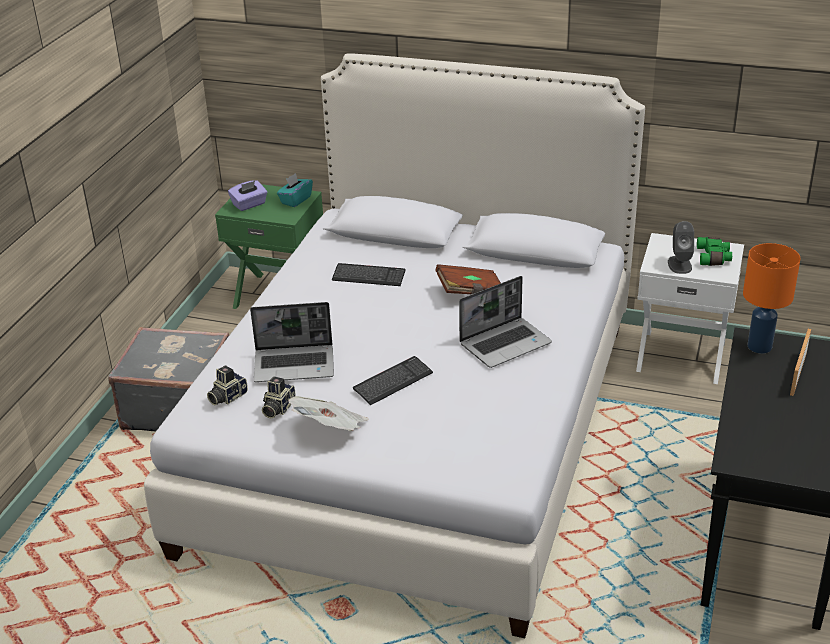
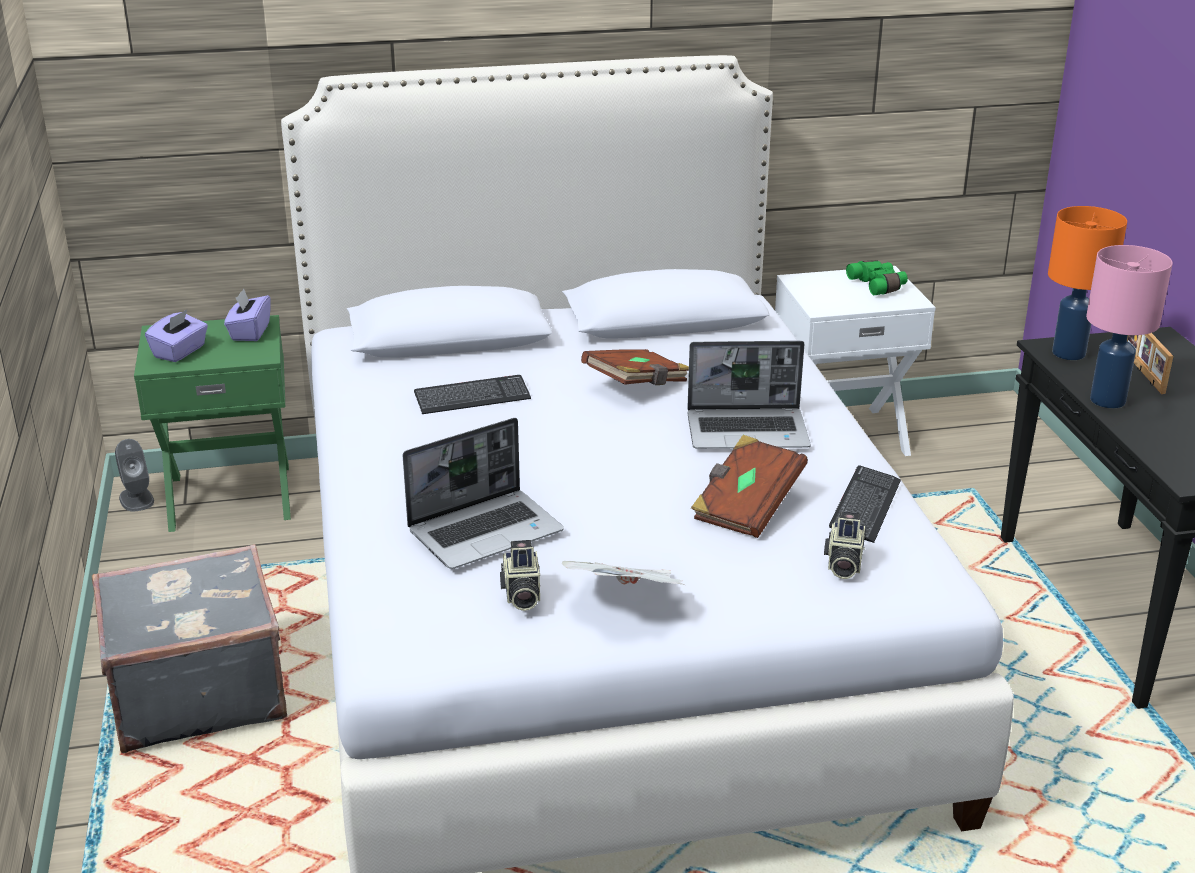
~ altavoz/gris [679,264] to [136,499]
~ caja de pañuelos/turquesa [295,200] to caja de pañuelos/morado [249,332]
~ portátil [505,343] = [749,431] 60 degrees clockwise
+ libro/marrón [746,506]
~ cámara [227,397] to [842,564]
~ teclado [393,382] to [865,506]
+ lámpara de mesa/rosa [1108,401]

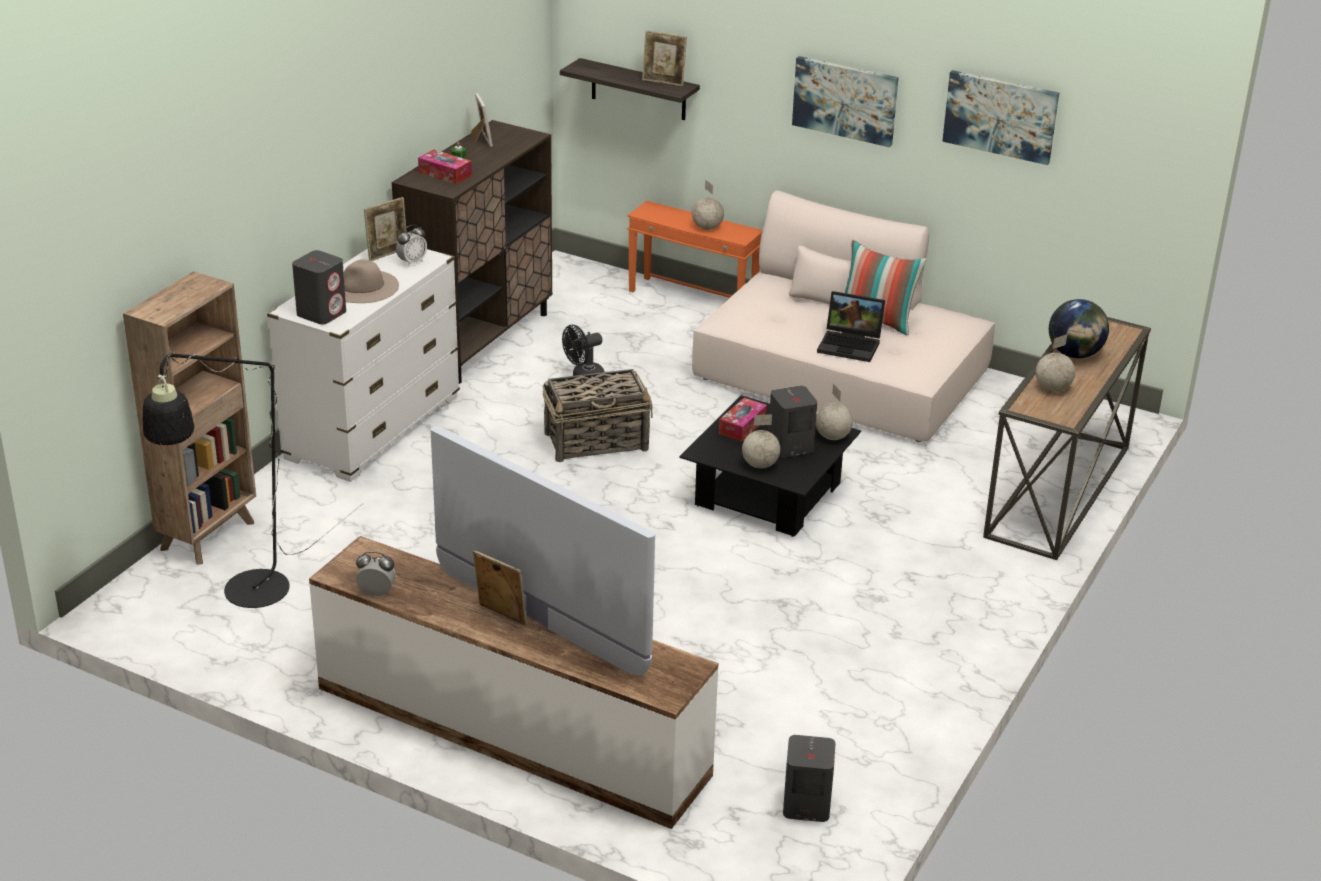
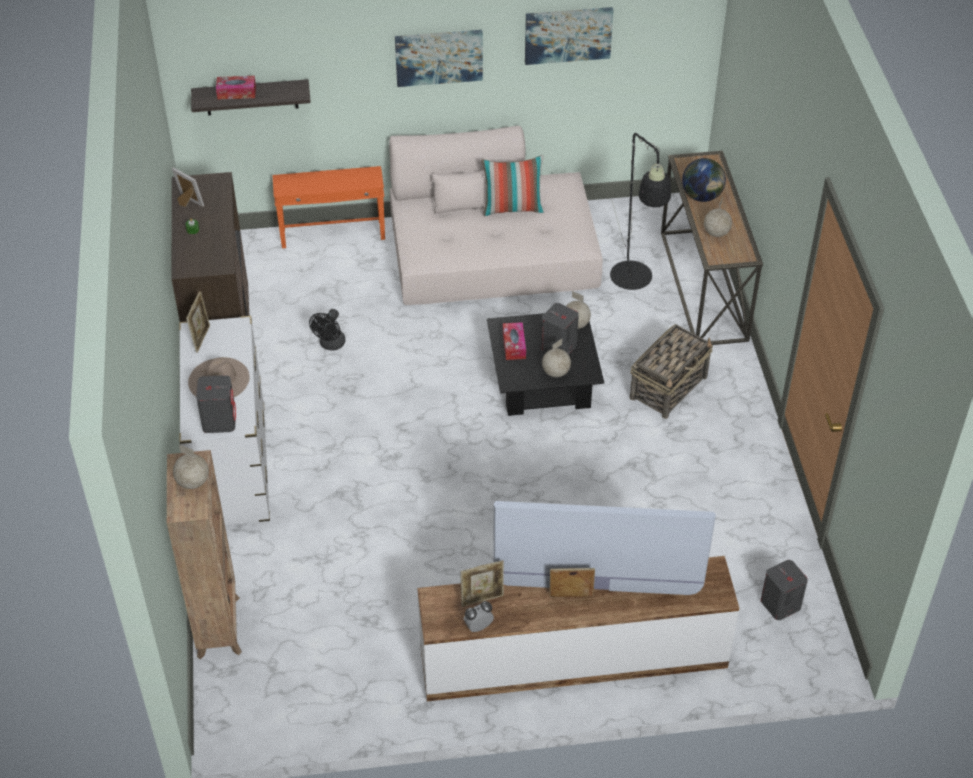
~ globo terráqueo [707,228] to [193,482]
~ caja de pañuelos [445,174] to [236,92]
~ portarretratos [663,82] to [482,599]
~ lámpara de pie/negro [246,598] to [633,283]
~ cesta [597,441] to [669,387]
- despertador [412,262]
- portátil [851,345]

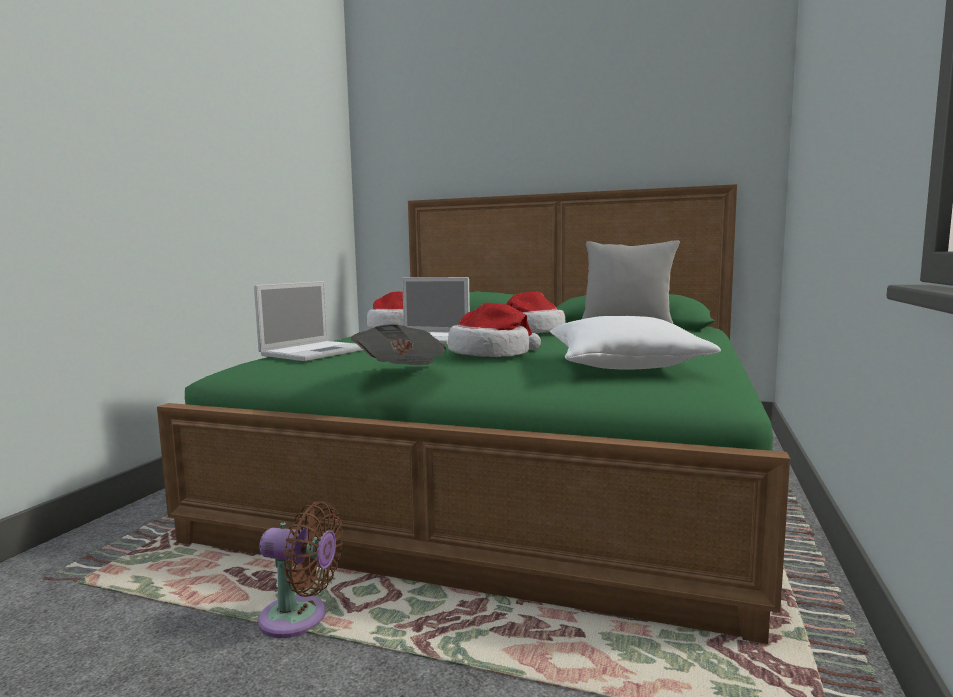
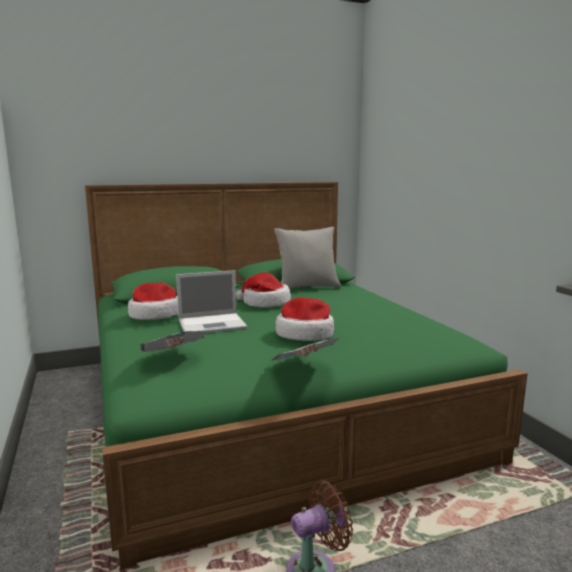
~ portátil [317,351] to periódico [172,359]
- cojín/blanco [625,366]

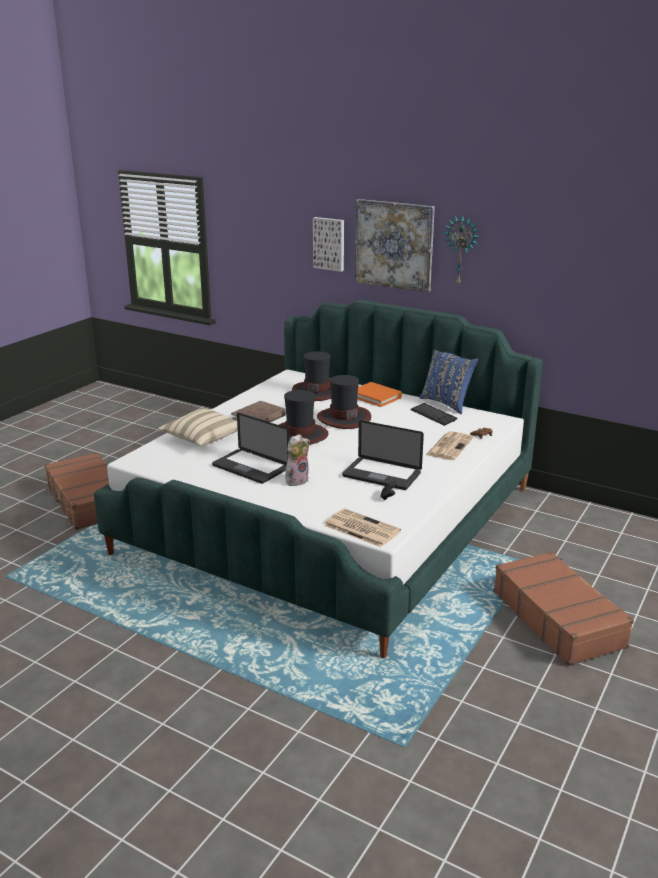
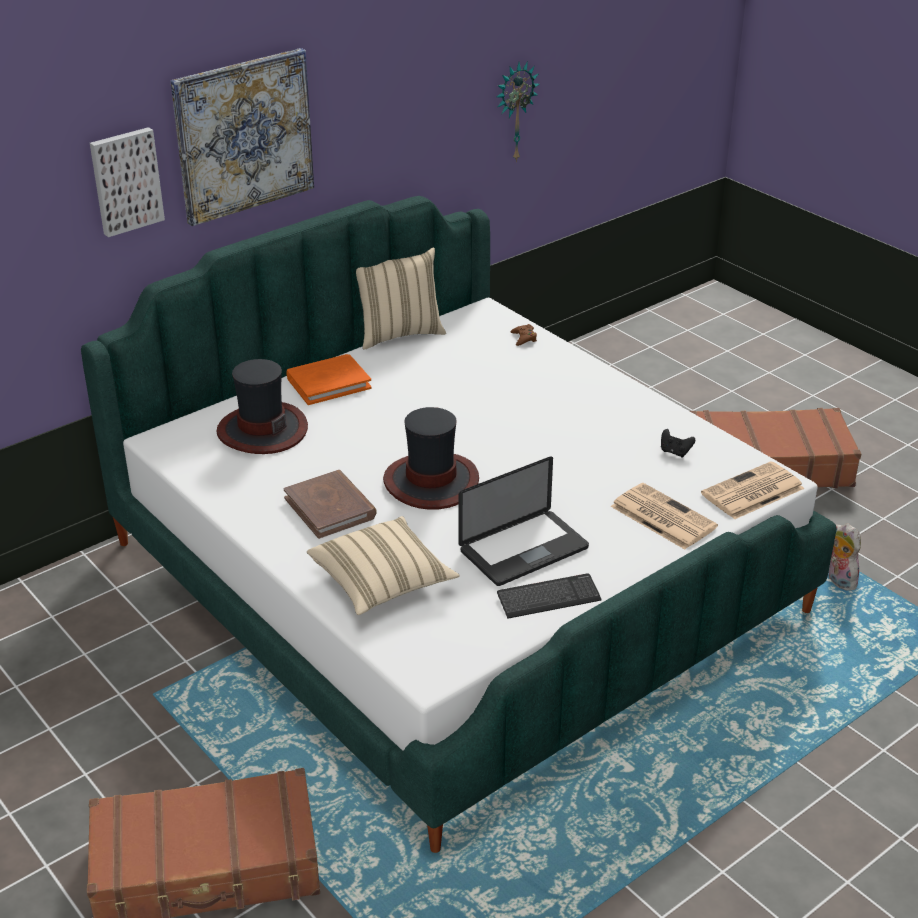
~ cojín/azul [447,403] to cojín/beis [399,334]
~ reloj de pared [461,250] to [514,111]
~ teclado [433,415] to [548,598]
~ periódico [449,446] to [661,516]
~ peluche [296,480] to [838,580]
- sombrero [343,418]
- portátil [381,475]

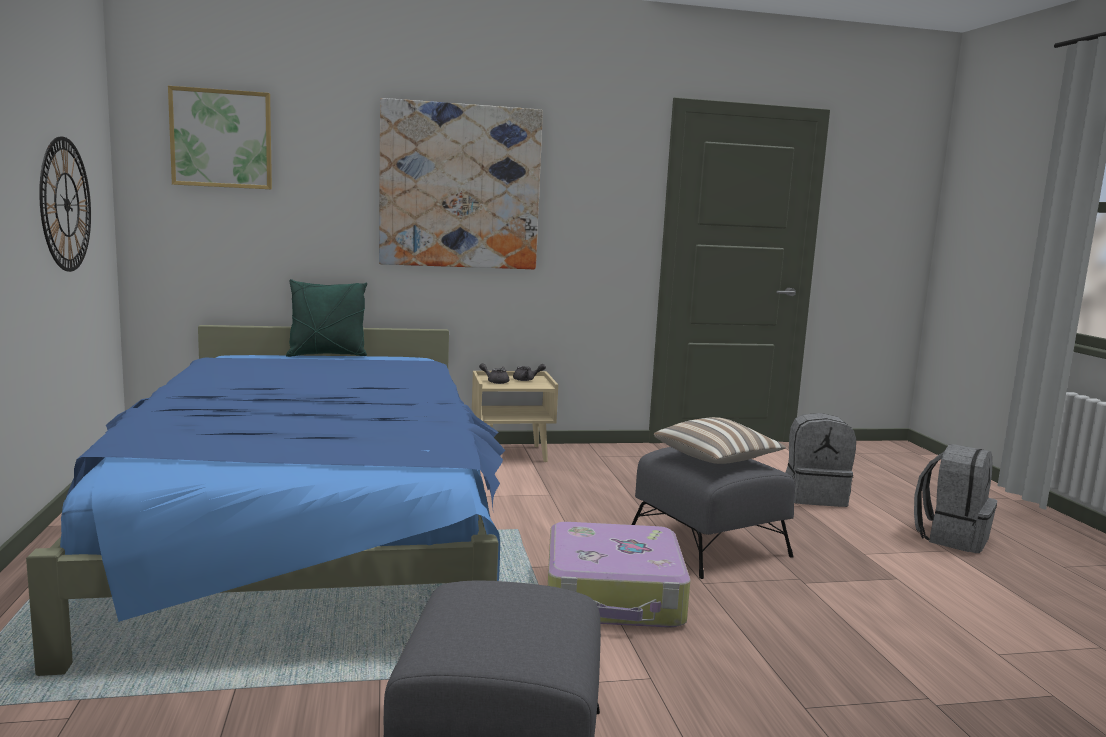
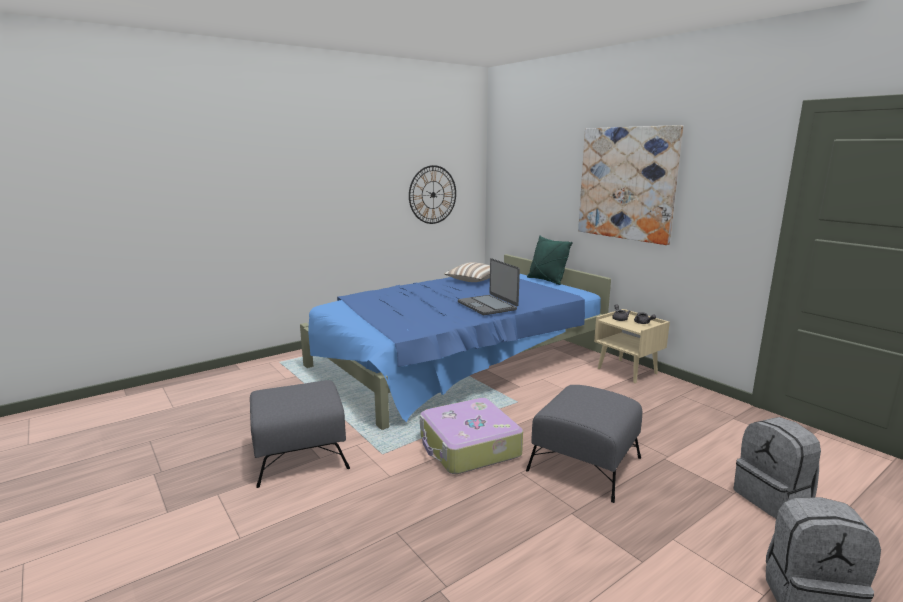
~ cojín [717,460] to [472,281]
+ portátil [487,306]
- cuadro [221,139]

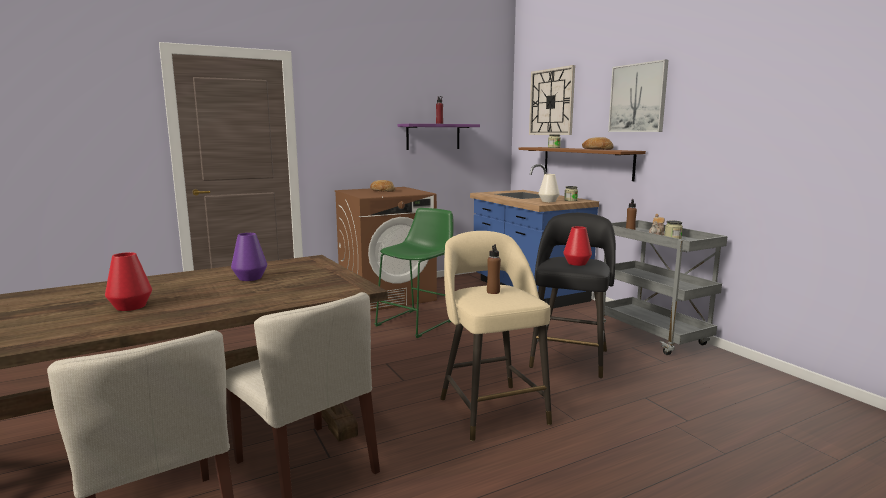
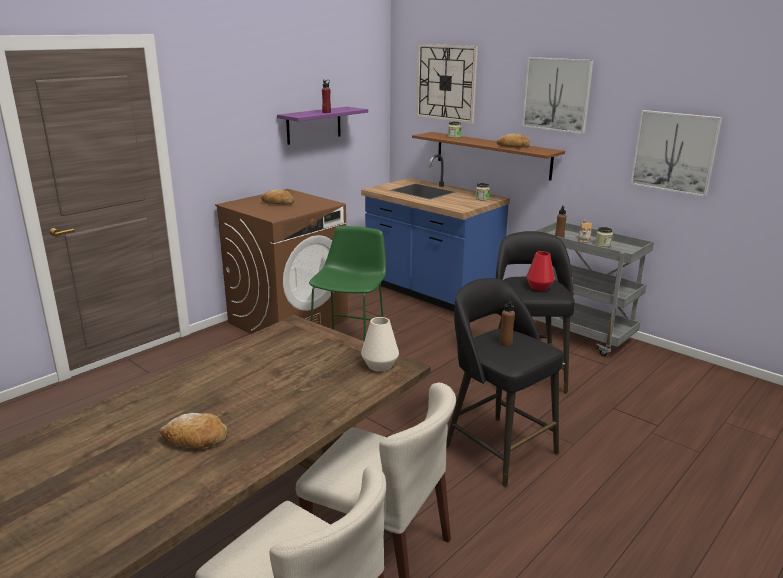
~ florero/rojo [130,307] to pan [195,440]
~ florero/blanco [548,201] to [380,365]
~ taburete/beis [492,409] to taburete/negro [498,448]
+ cuadro [674,152]
- florero/morado [250,278]

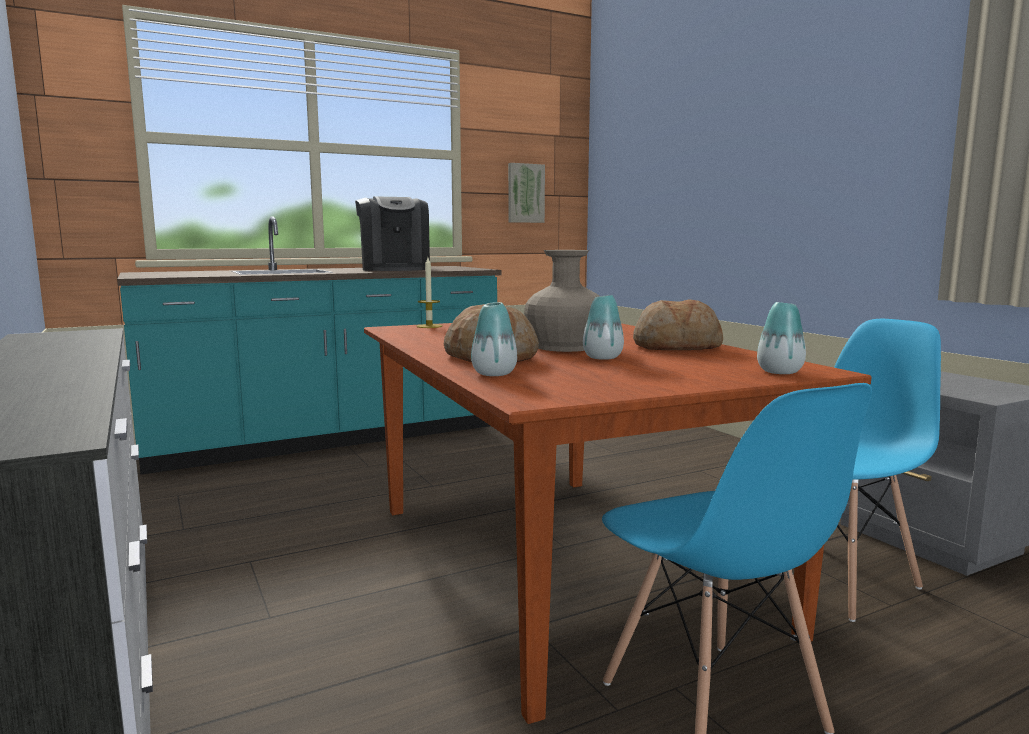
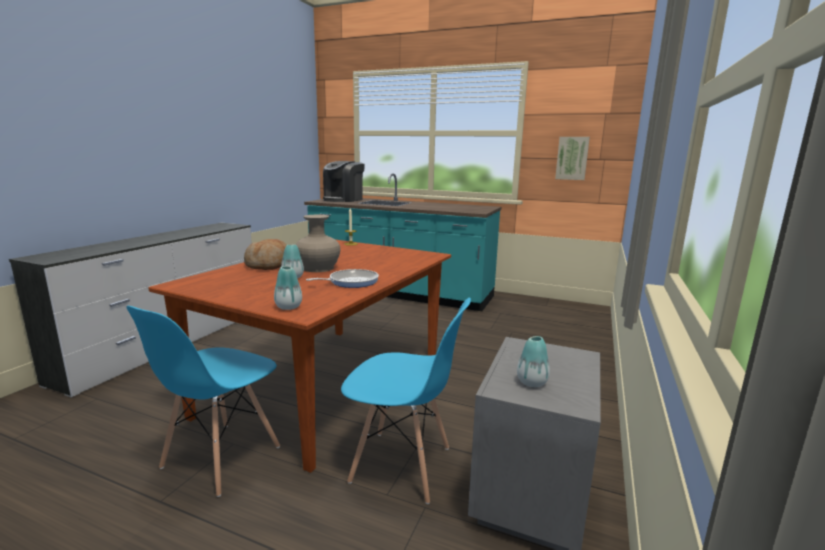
~ pan [676,347] to sartén [351,282]
~ cafetera [394,269] to [343,200]
~ florero [494,374] to [531,382]

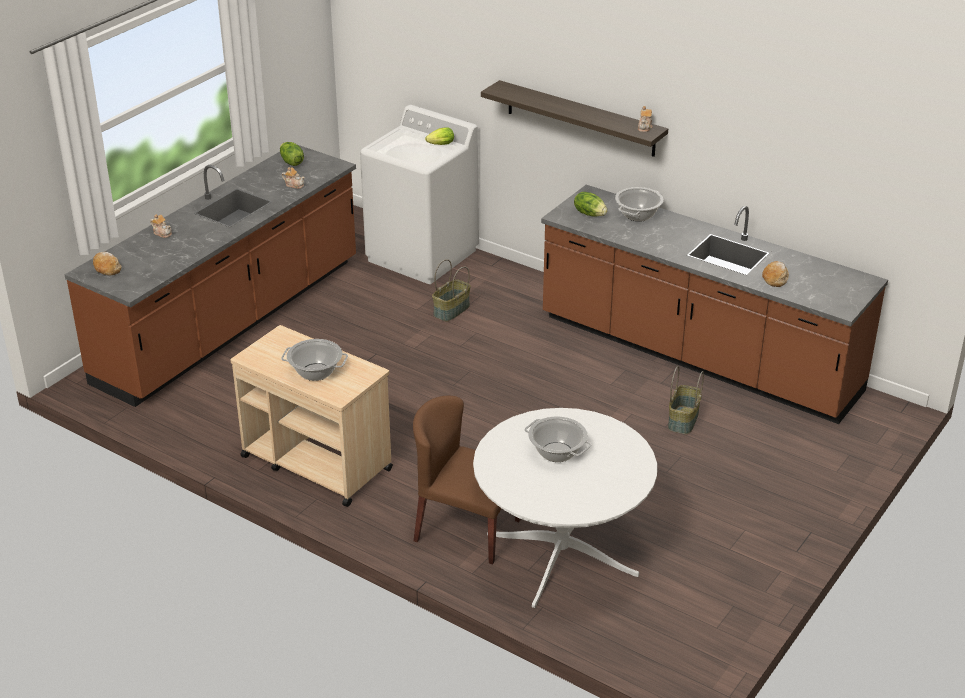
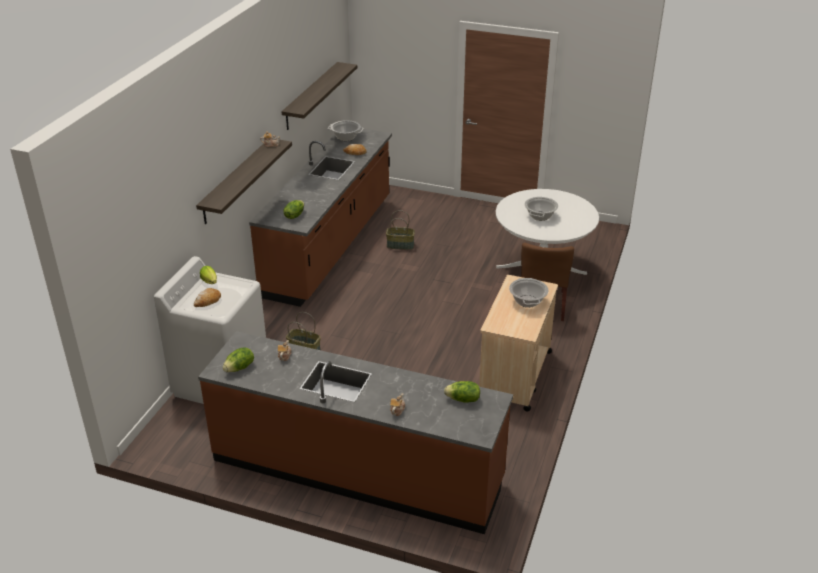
~ pan [106,268] to [208,301]
+ estante [311,96]
~ olla [638,215] to [345,137]
+ lechuga [463,399]

